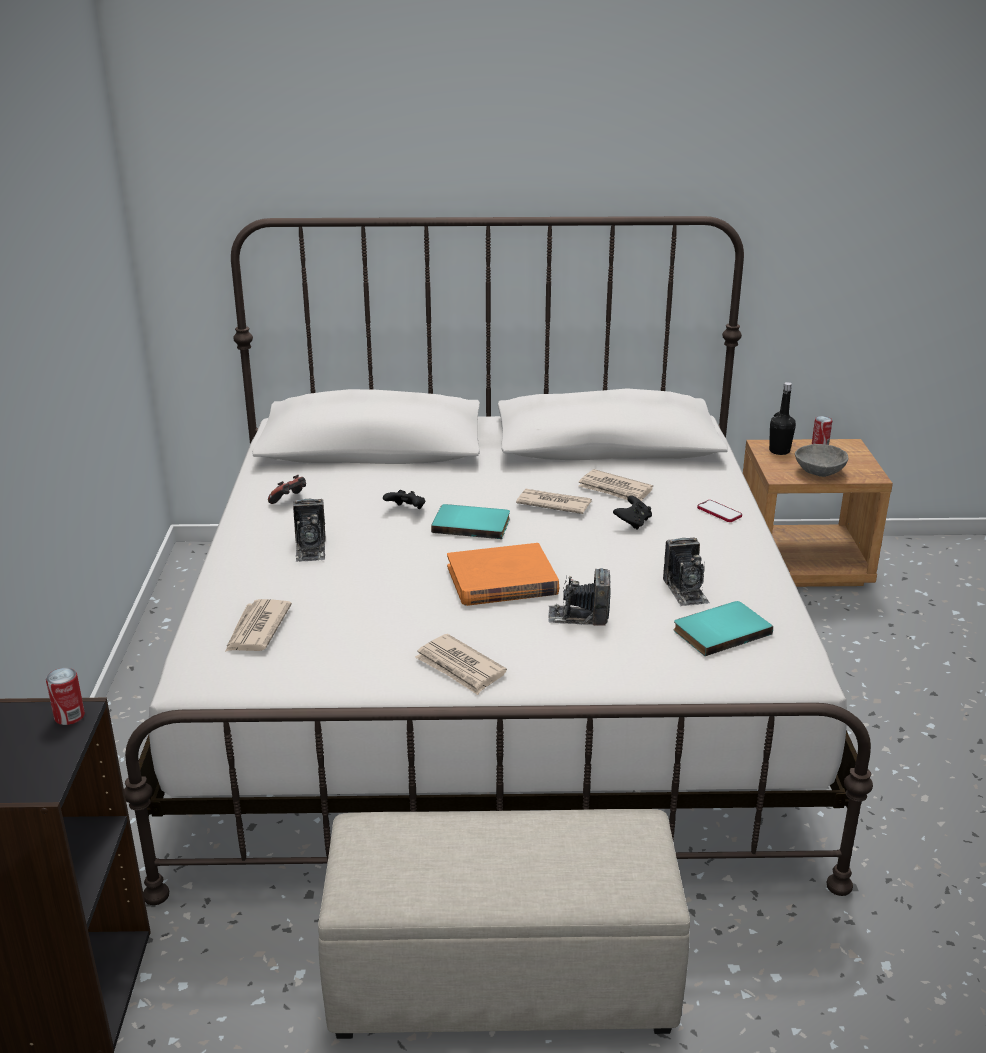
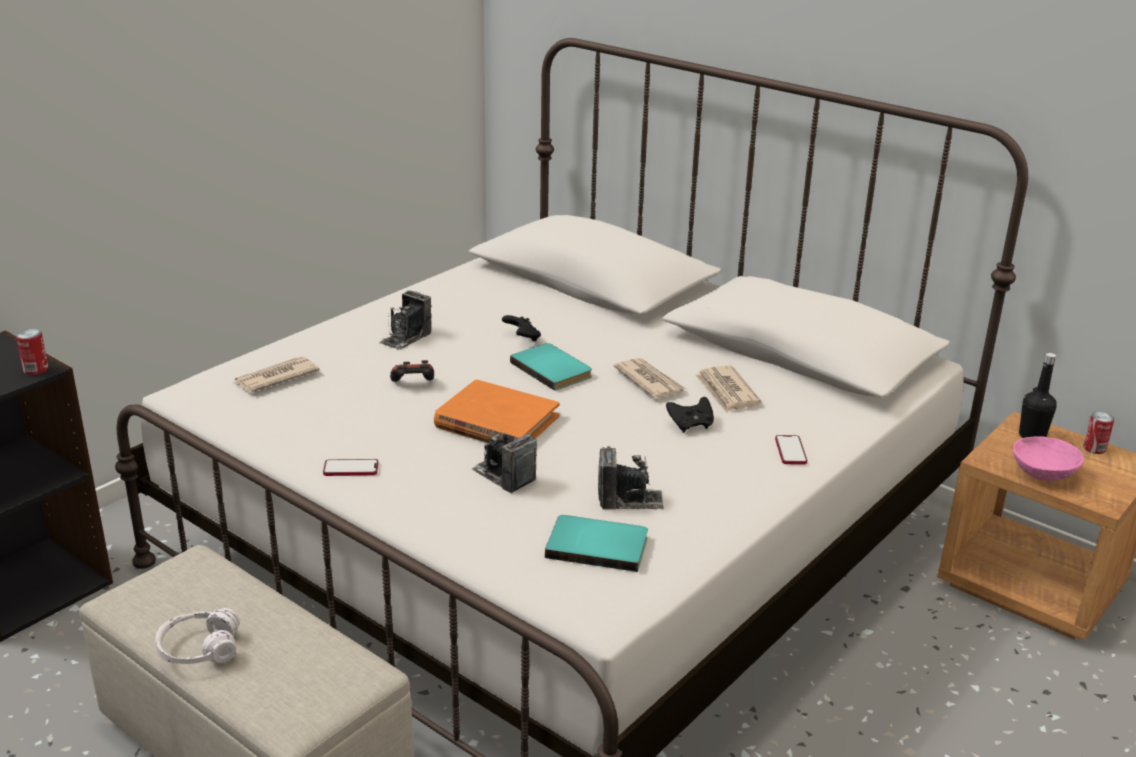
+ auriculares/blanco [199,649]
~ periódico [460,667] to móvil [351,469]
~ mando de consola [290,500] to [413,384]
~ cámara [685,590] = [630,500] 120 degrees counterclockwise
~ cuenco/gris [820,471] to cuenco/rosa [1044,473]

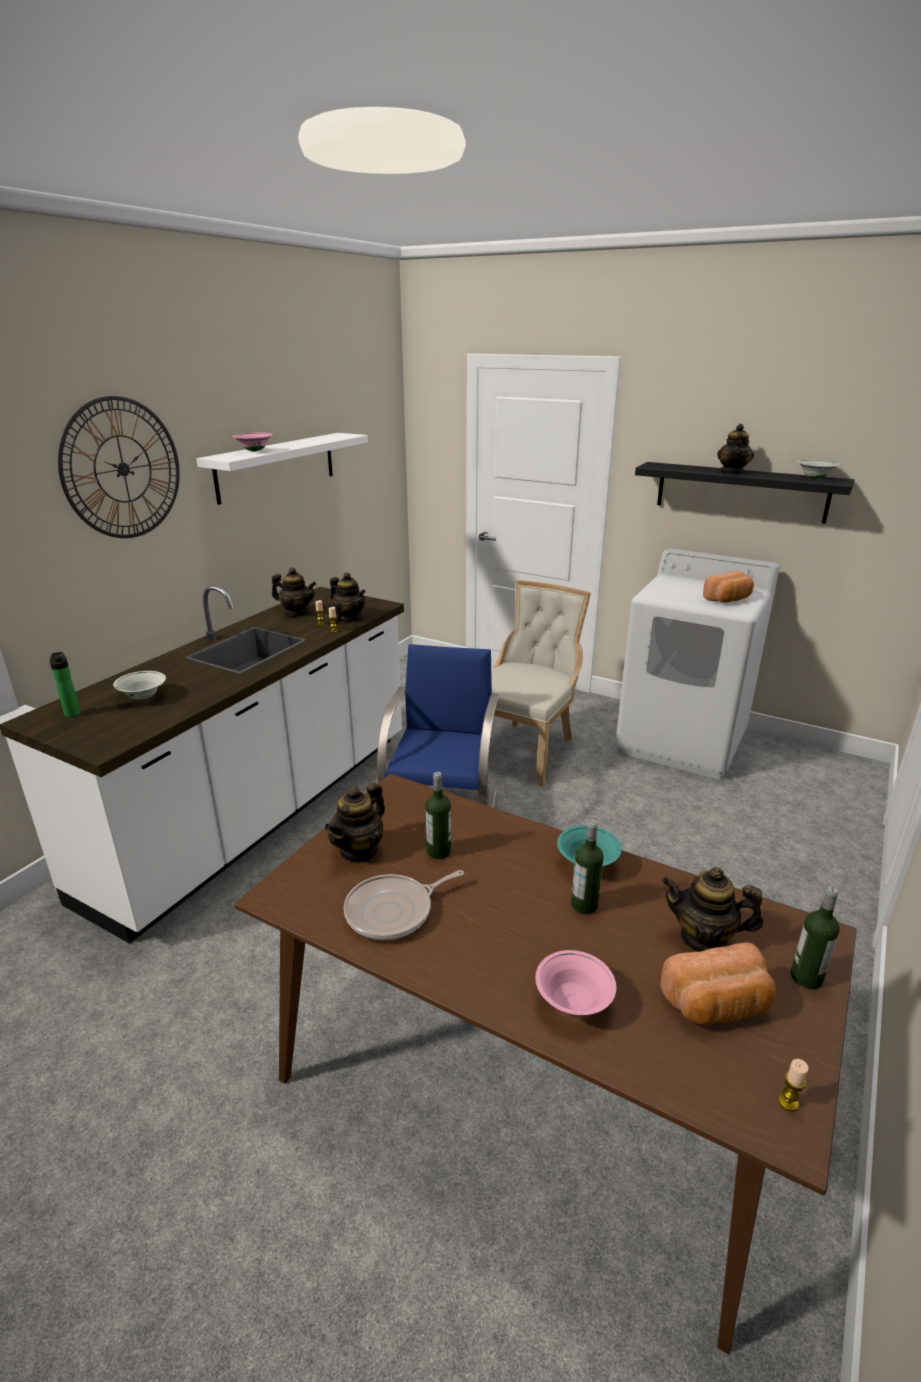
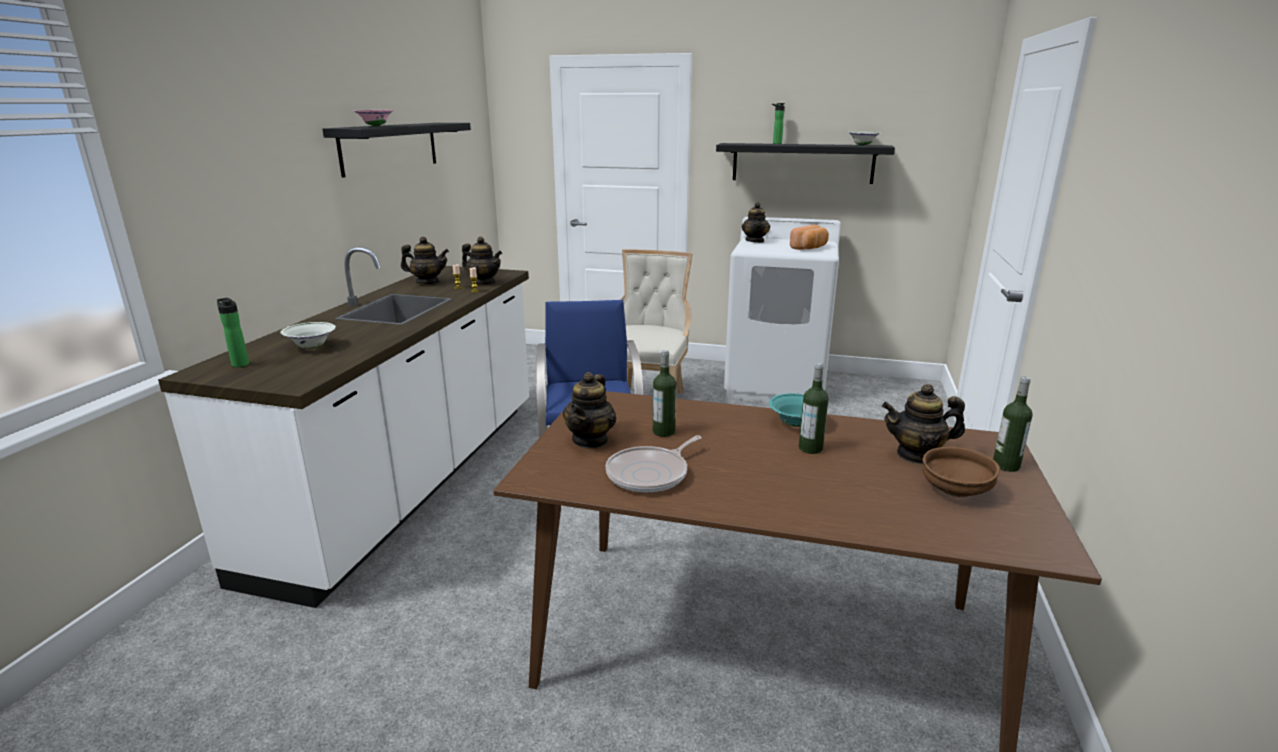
~ estante/blanco [277,466] to estante/negro [390,147]
~ tetera [732,472] to [755,241]
+ botella [775,143]
~ pan [717,1006] to cuenco/marrón [954,491]
- reloj de pared [123,469]
- cuenco/rosa [573,1002]
- vela [788,1102]

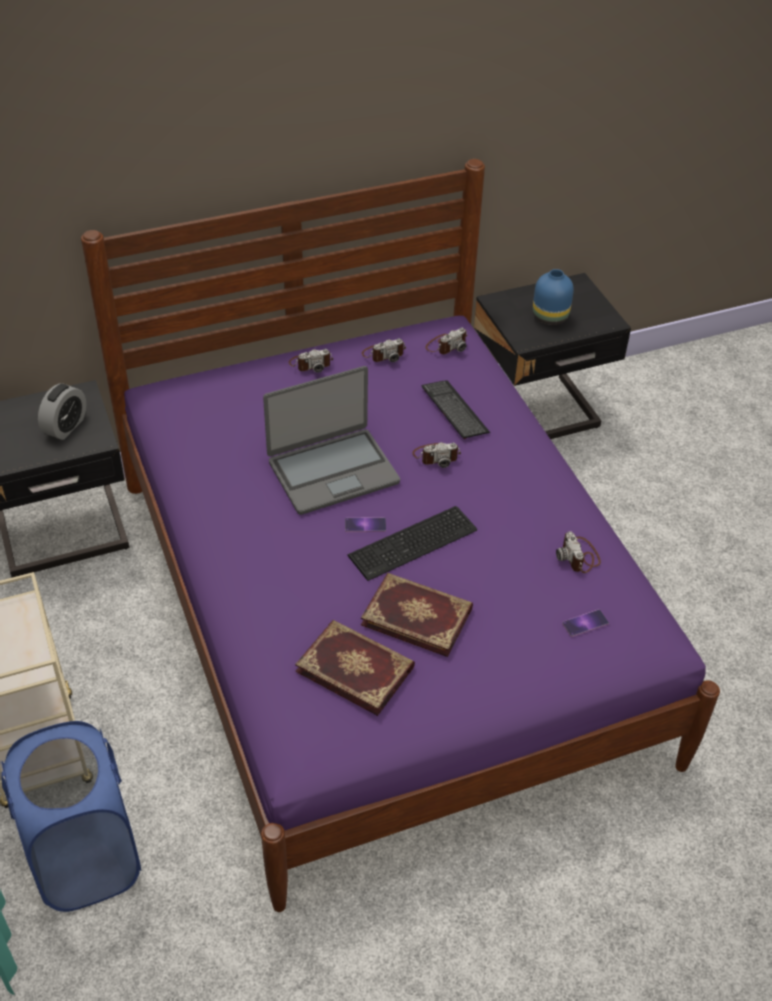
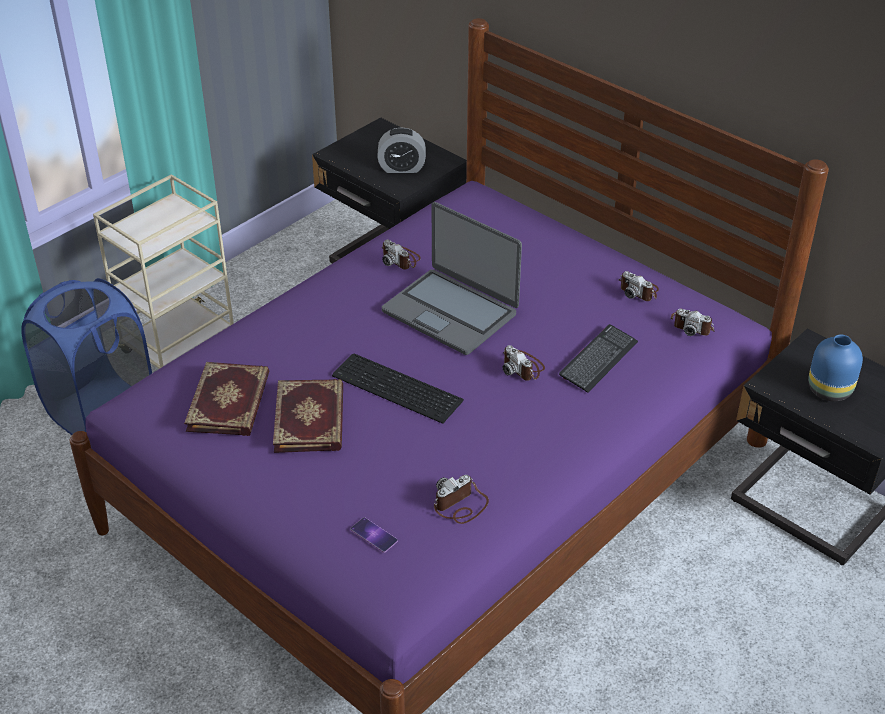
~ cámara [311,363] to [401,259]
- móvil [365,525]

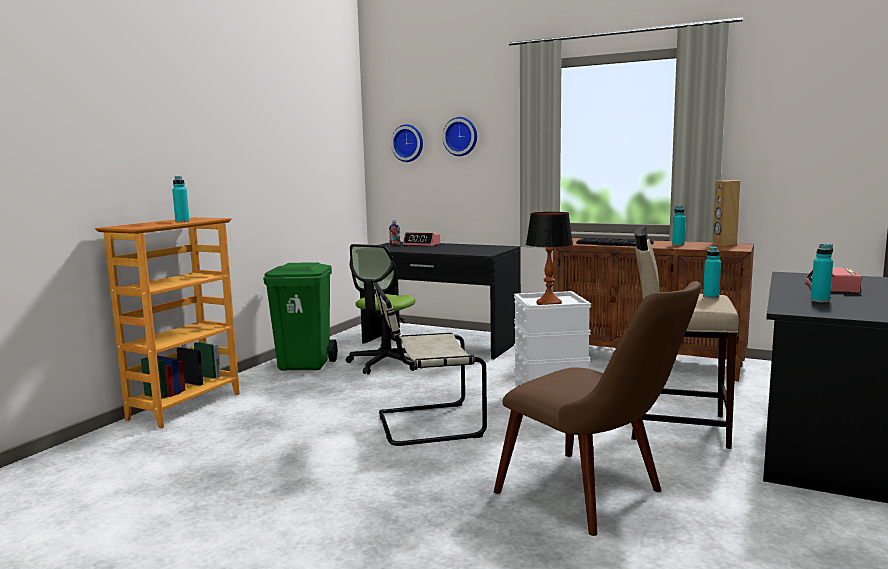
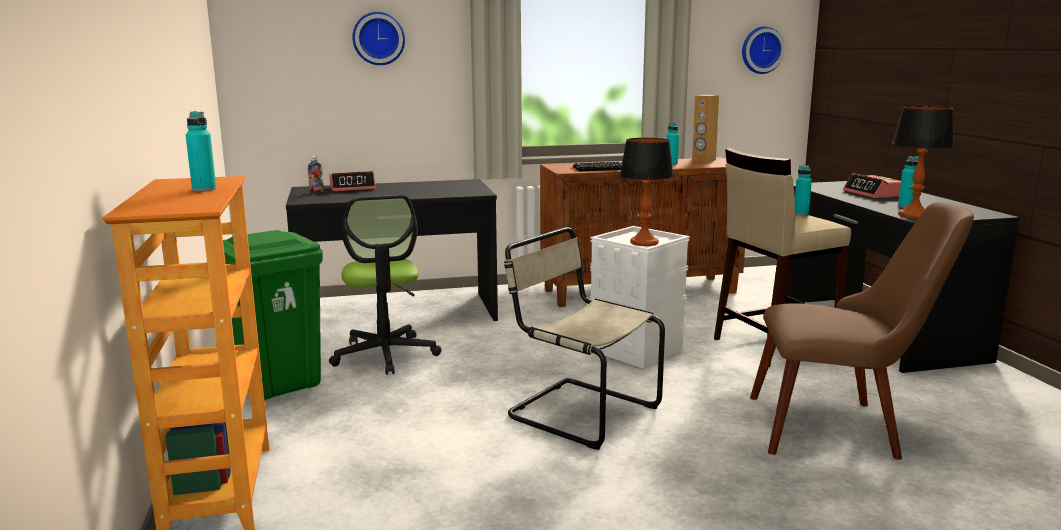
~ silla/beis [425,425] = [578,411] 90 degrees clockwise
~ reloj de pared [408,143] to [761,50]
+ lámpara de mesa [913,215]

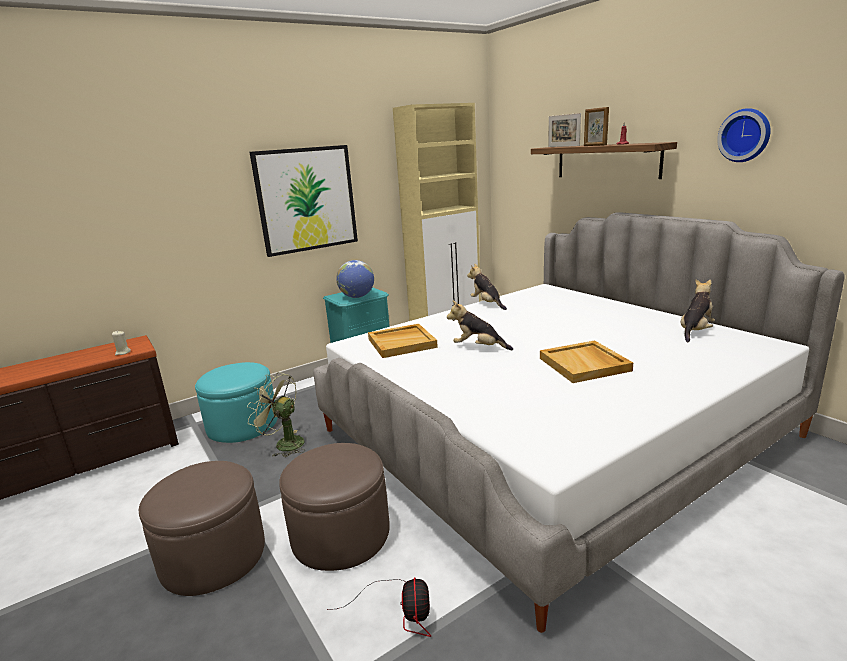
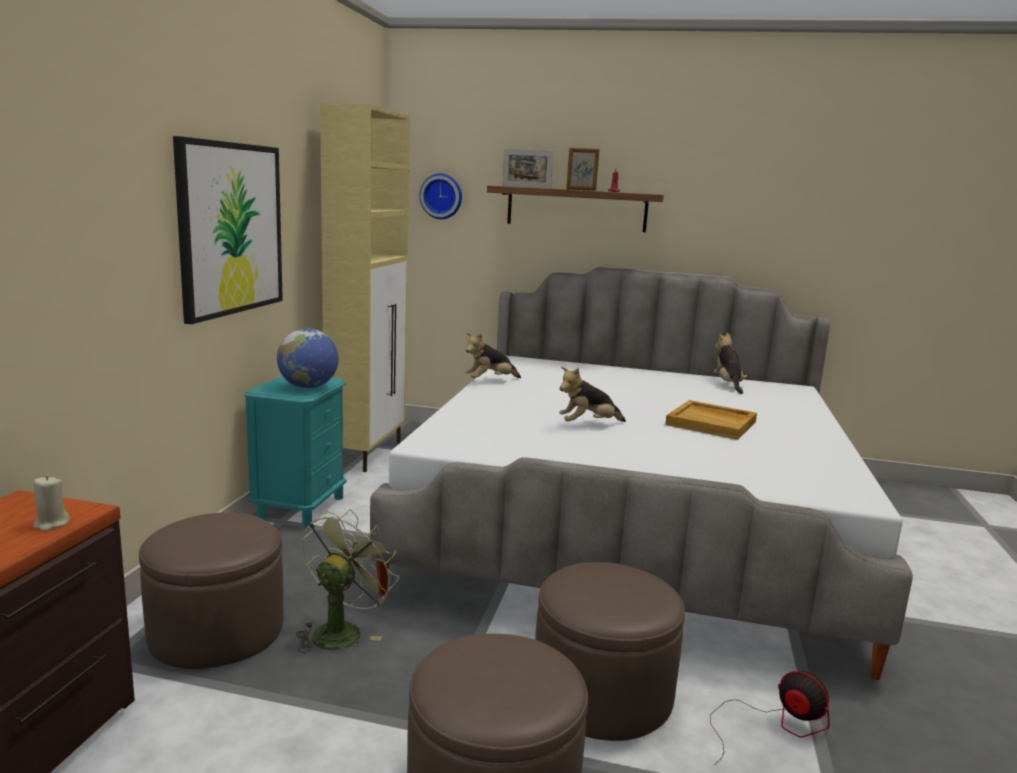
~ puf/turquesa [242,425] to puf/marrón [217,630]
~ ventilador/verde [284,444] = [341,630] 135 degrees clockwise
~ reloj de pared [745,135] to [442,196]
~ peluche [487,304] = [490,381] 45 degrees counterclockwise
- bandeja/beis [402,343]

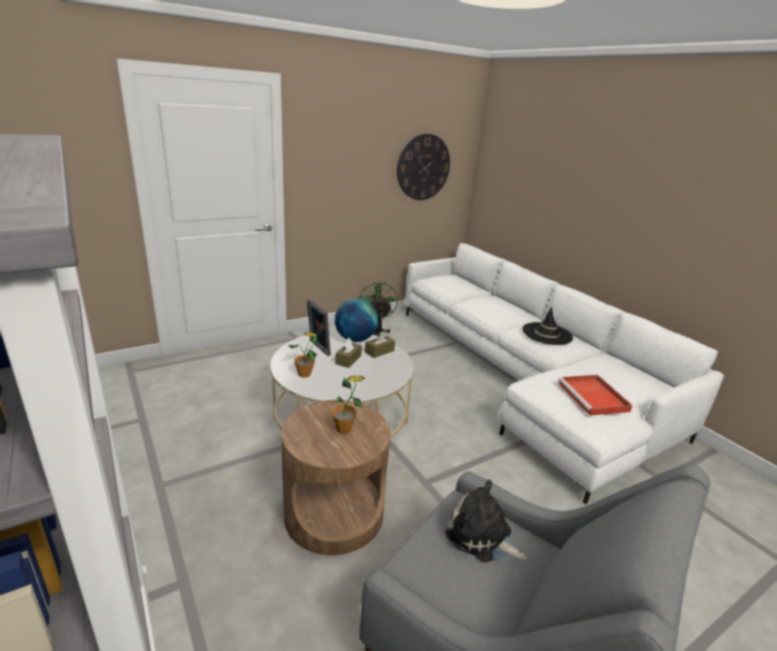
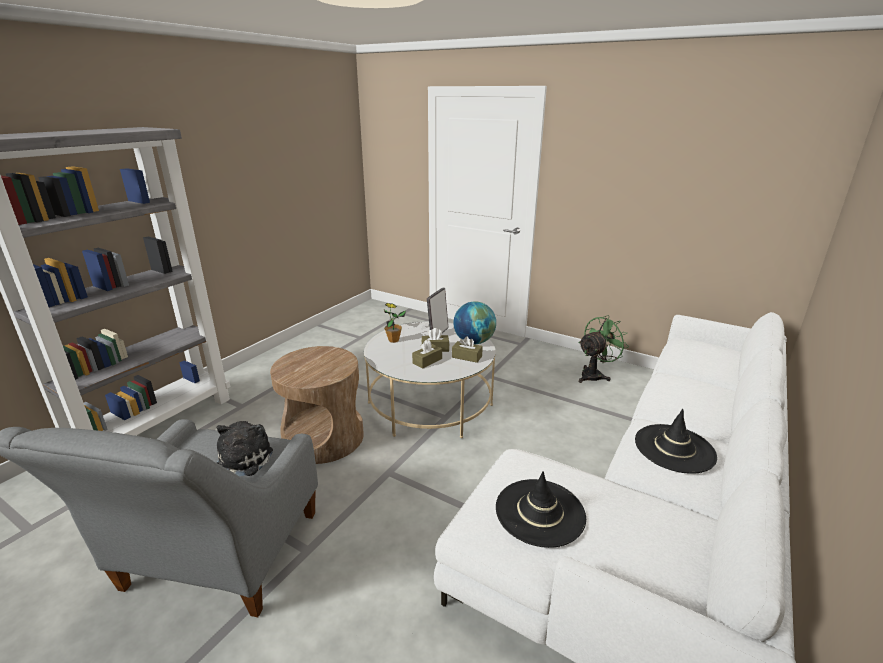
+ caja de pañuelos/marrón [427,361]
~ bandeja/rojo [594,398] to sombrero/negro [540,512]
- planta en maceta [343,429]
- reloj de pared [423,167]

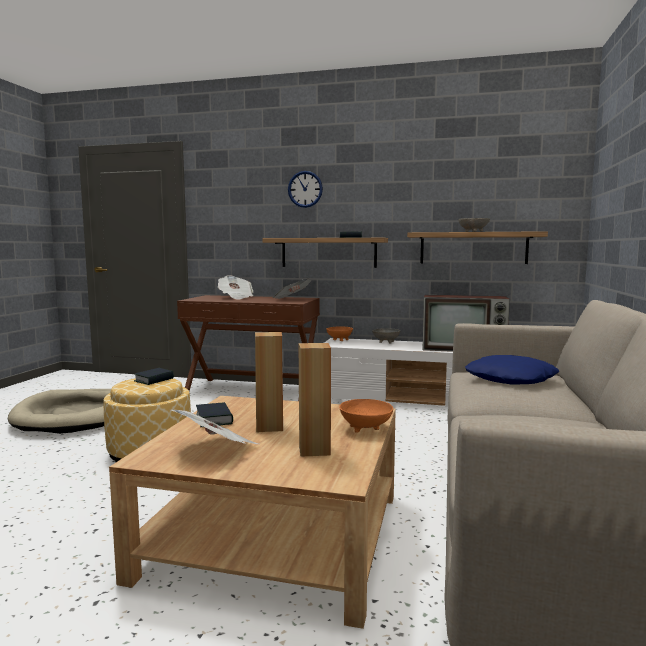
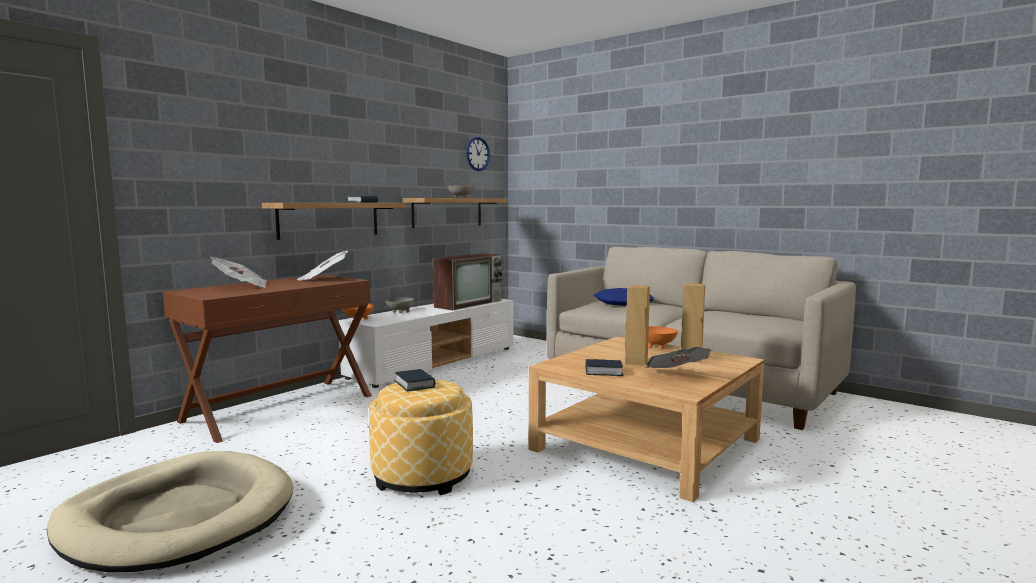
~ reloj de pared [305,189] to [477,154]

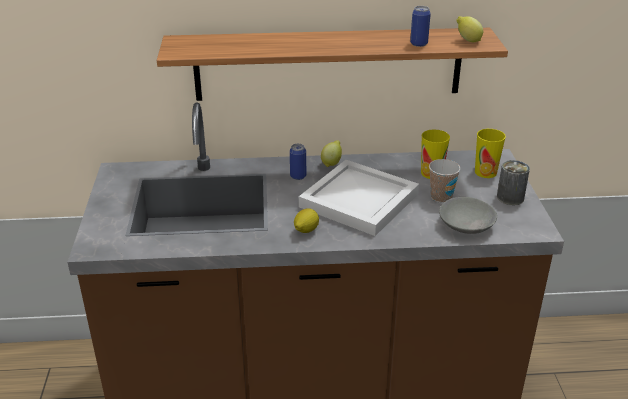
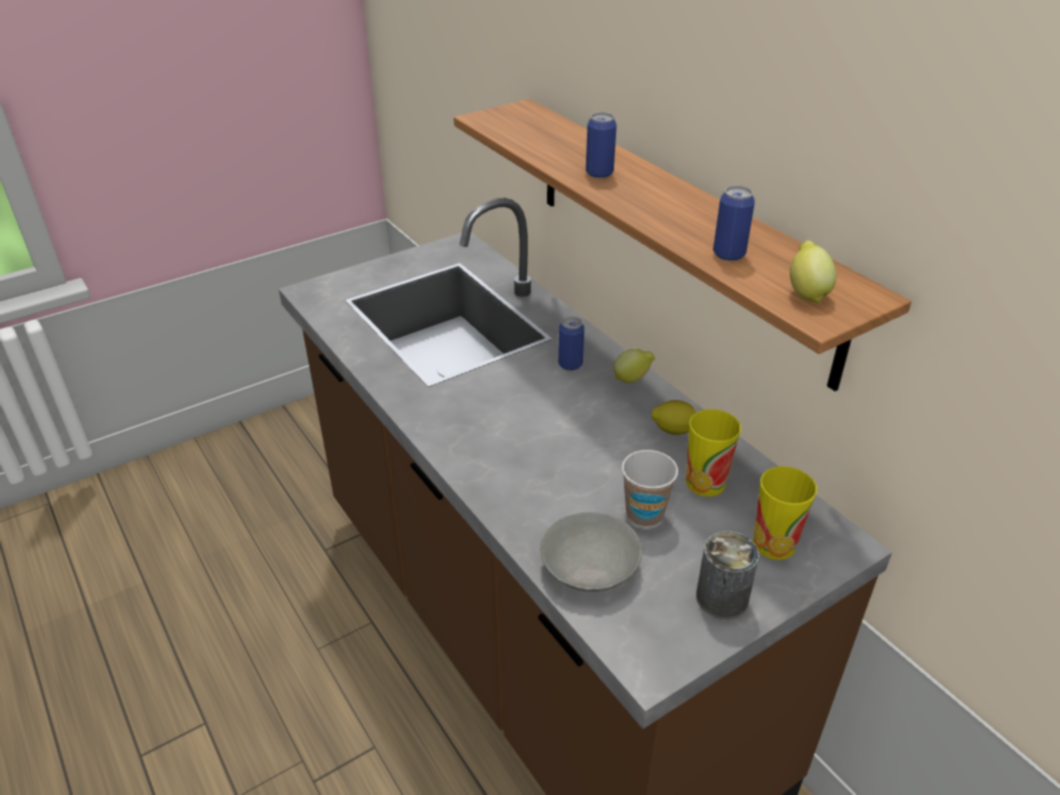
+ lata [599,173]
~ limón [305,230] to [673,430]
- bandeja/blanco [358,199]

